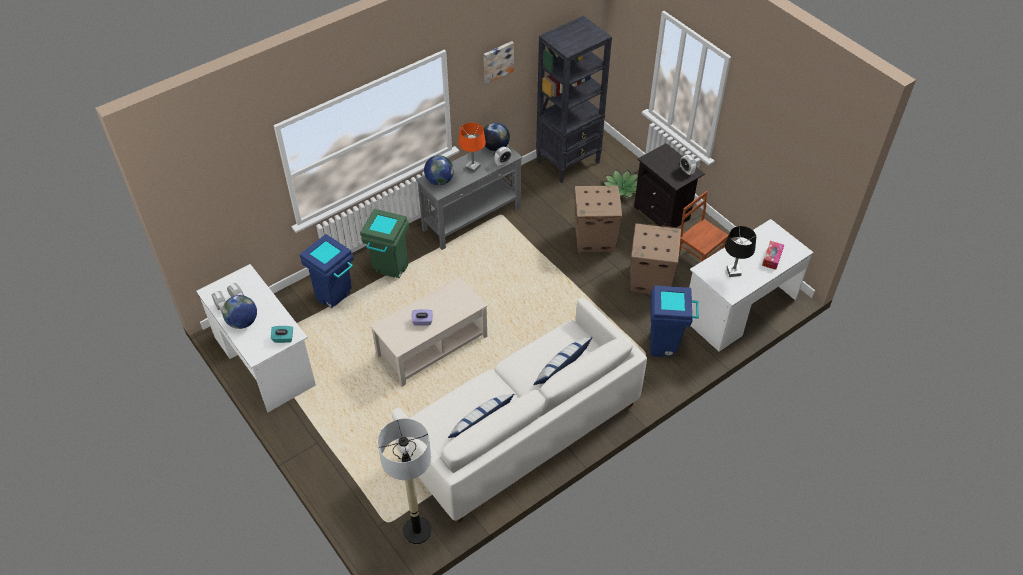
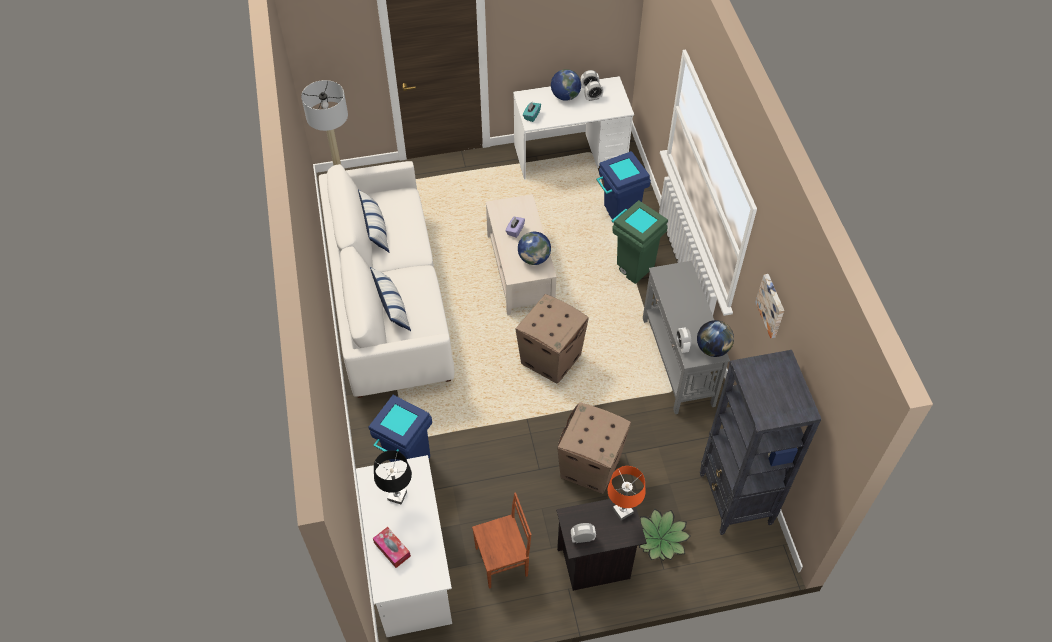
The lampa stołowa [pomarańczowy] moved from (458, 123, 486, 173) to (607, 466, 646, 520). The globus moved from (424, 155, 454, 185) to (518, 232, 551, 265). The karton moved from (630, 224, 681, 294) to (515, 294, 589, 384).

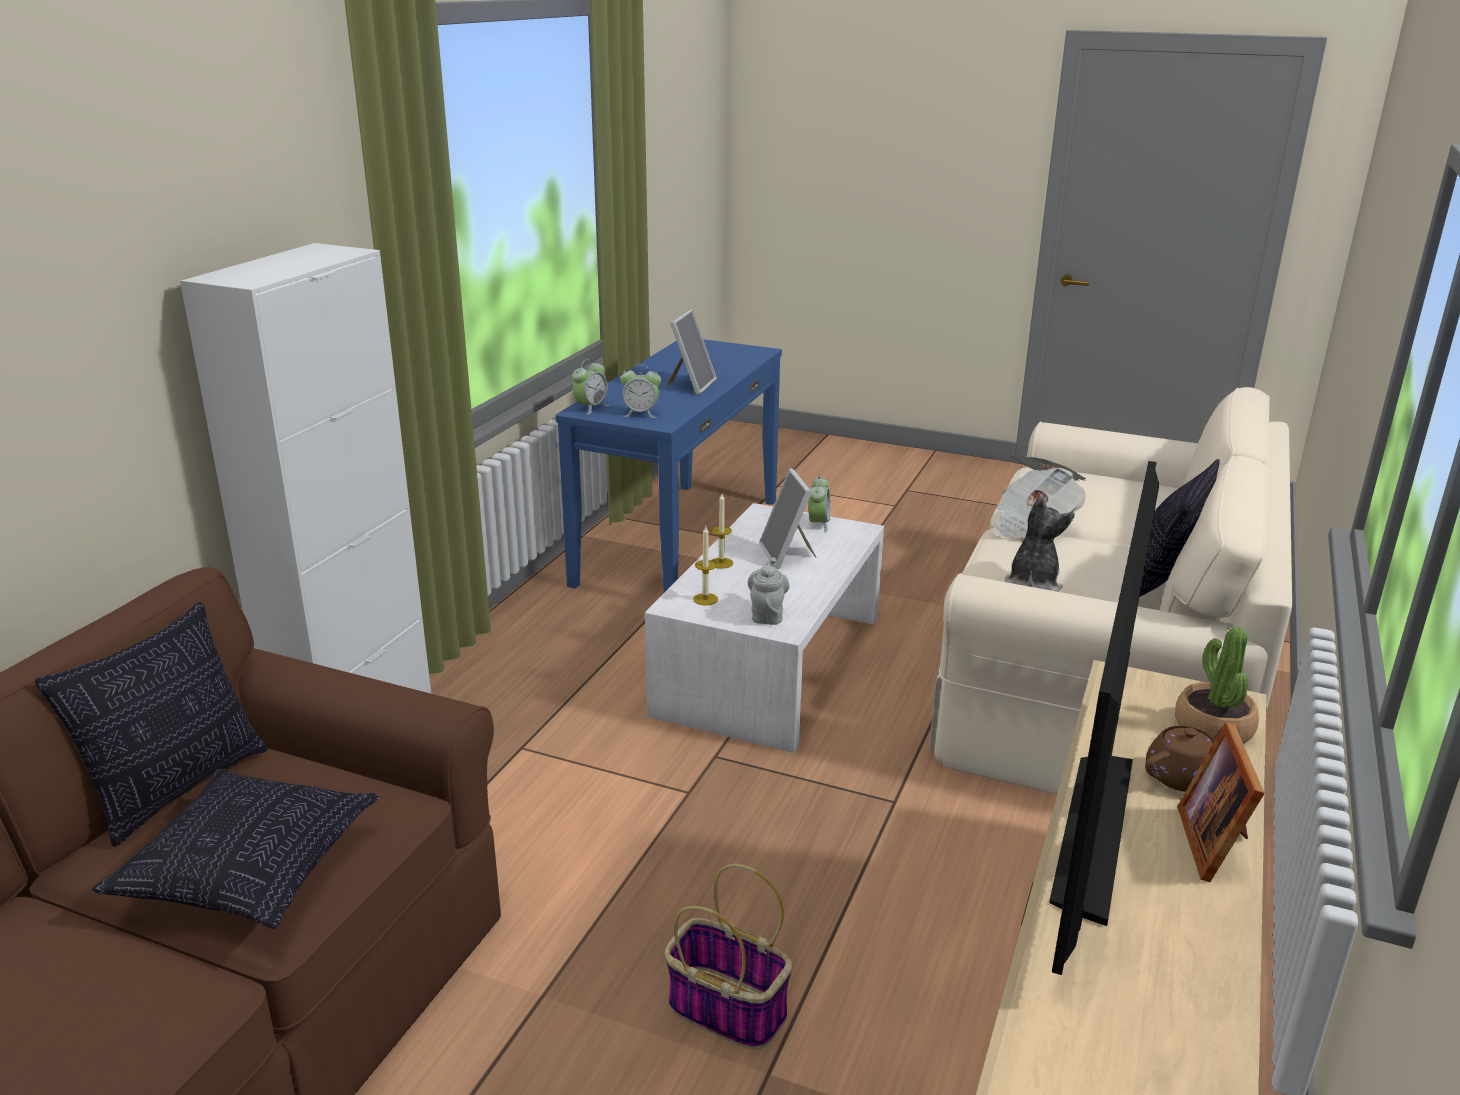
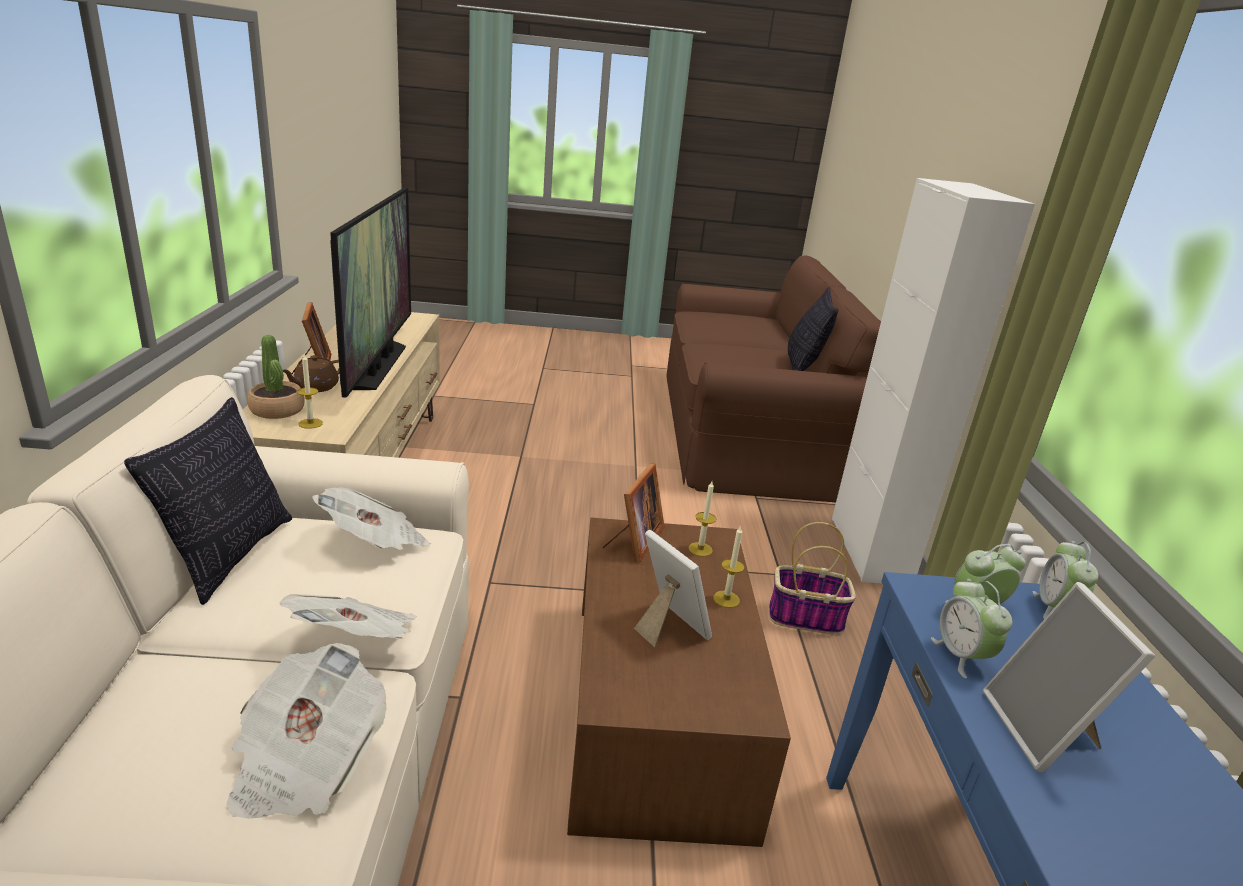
The budzik moved from (808, 476, 830, 533) to (931, 579, 1012, 678). The pluszak at (1005, 496, 1075, 592) was replaced by the gazeta at (312, 487, 431, 550). The ława [biały] at (645, 503, 884, 753) became the ława [brązowy] at (567, 518, 791, 847). The imbryk [szary] at (748, 557, 790, 625) was replaced by the ramka na zdjęcie at (603, 464, 665, 562). The poduszka at (92, 769, 379, 929) disappeared. The koszyk moved from (665, 864, 792, 1050) to (769, 522, 856, 635). The świeca at (297, 353, 323, 429) appeared.

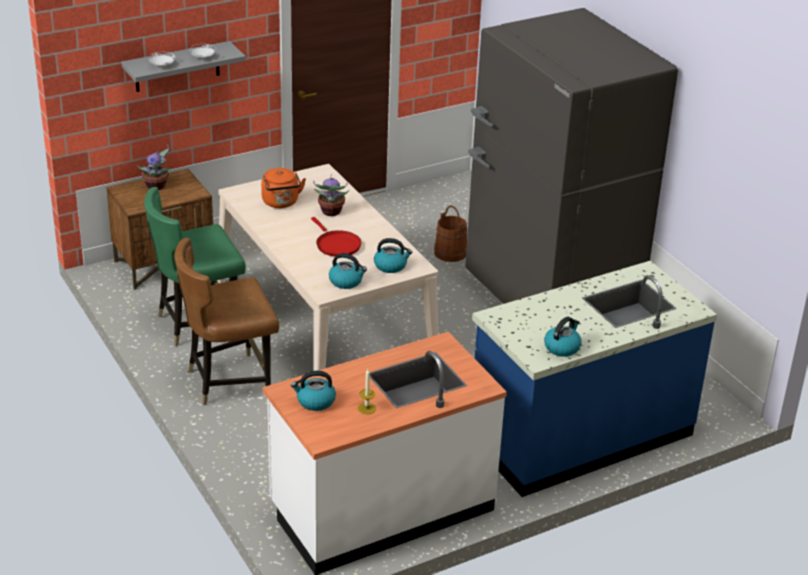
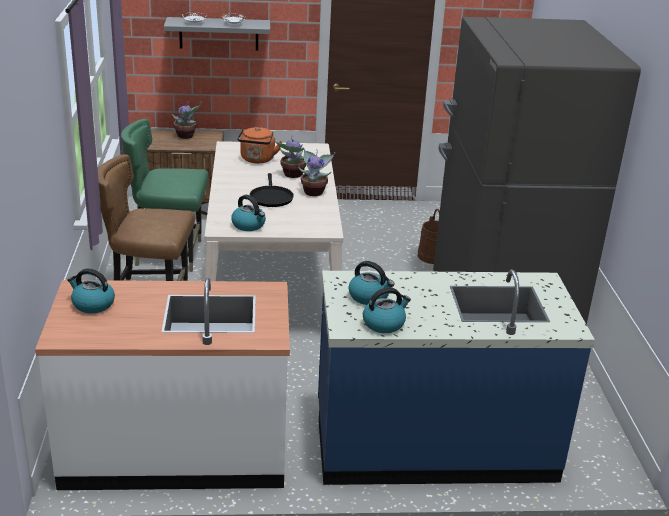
The patelnia [czerwony] at (311, 217, 361, 257) became the patelnia [czarny] at (250, 173, 294, 207). The czajnik moved from (374, 238, 412, 273) to (349, 261, 394, 305). The świeca at (358, 369, 376, 414) disappeared. The roślina doniczkowa at (298, 147, 335, 196) appeared.

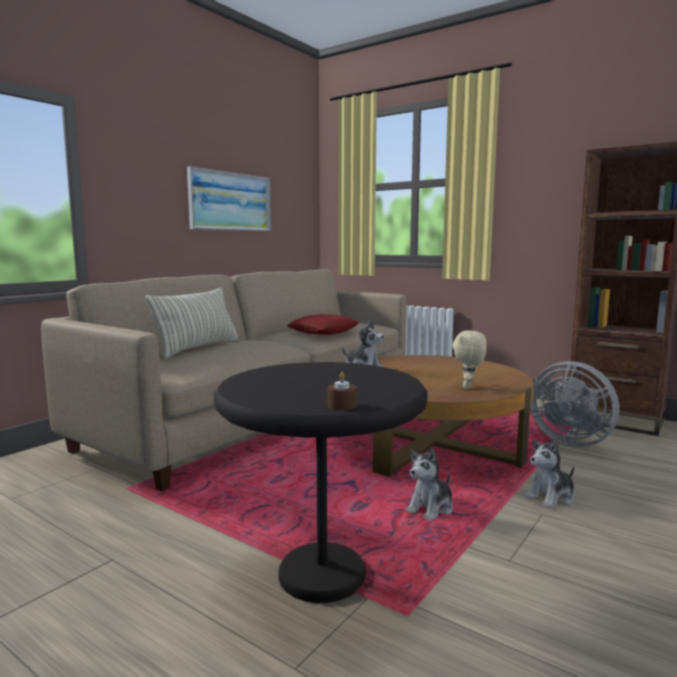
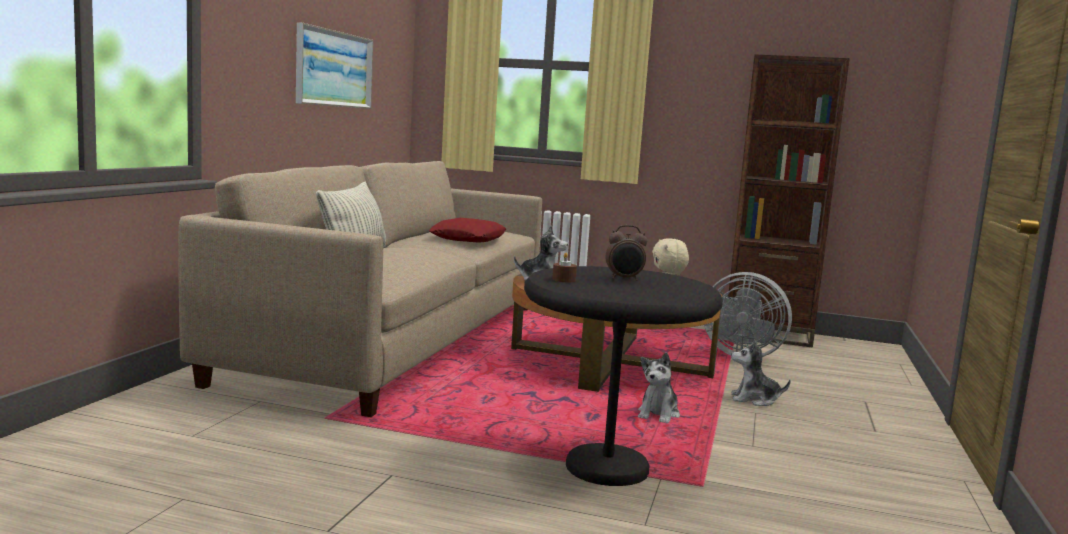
The świeca [brązowy] moved from (328, 372, 357, 410) to (552, 252, 577, 282). The pluszak at (525, 438, 574, 508) turned 60 degrees clockwise. The budzik at (606, 225, 647, 281) appeared.

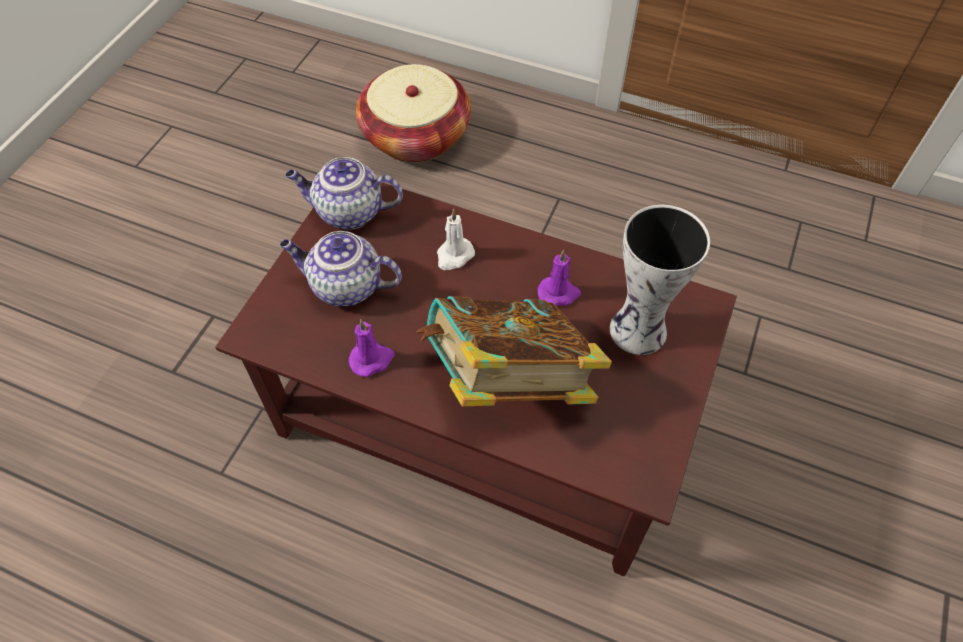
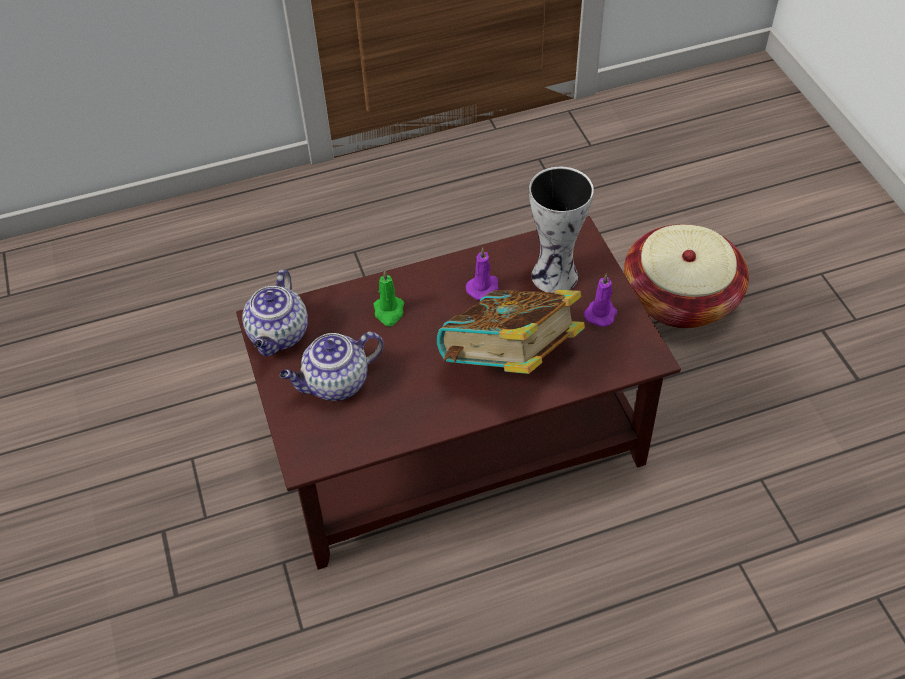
The koszyk moved from (356, 64, 471, 162) to (624, 224, 749, 329). The imbryk at (285, 157, 403, 230) turned 45 degrees counterclockwise. The świeca [biały] at (437, 209, 475, 270) became the świeca [zielony] at (373, 270, 404, 326). The świeca [fioletowy] moved from (349, 319, 395, 377) to (584, 273, 617, 327).

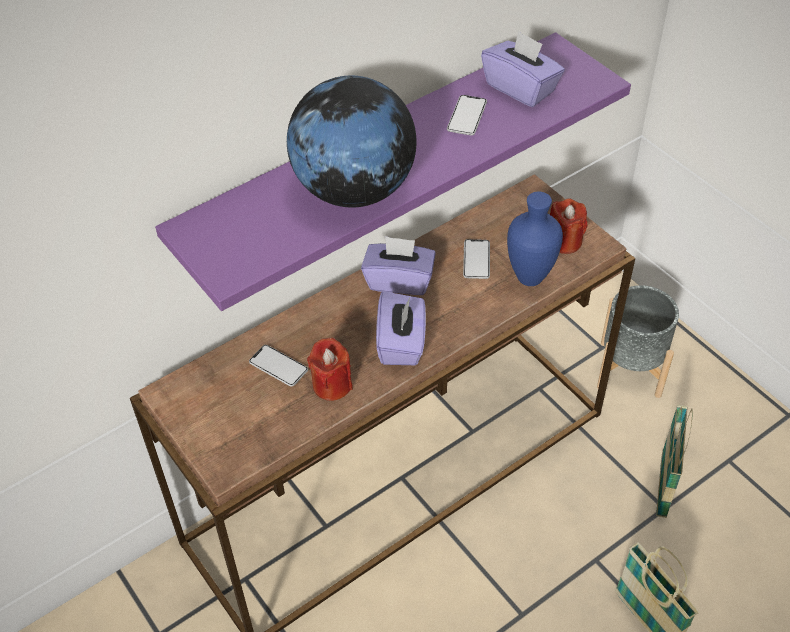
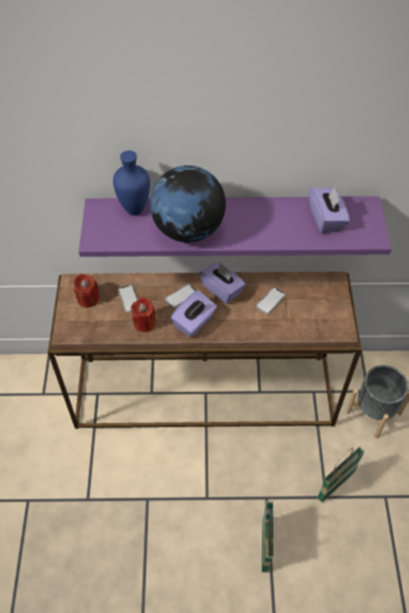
The telefon moved from (447, 95, 487, 135) to (164, 284, 197, 309). The wazon [niebieski] moved from (507, 191, 563, 286) to (113, 150, 150, 215). The świeca [czerwony] moved from (550, 198, 587, 254) to (74, 274, 100, 308).

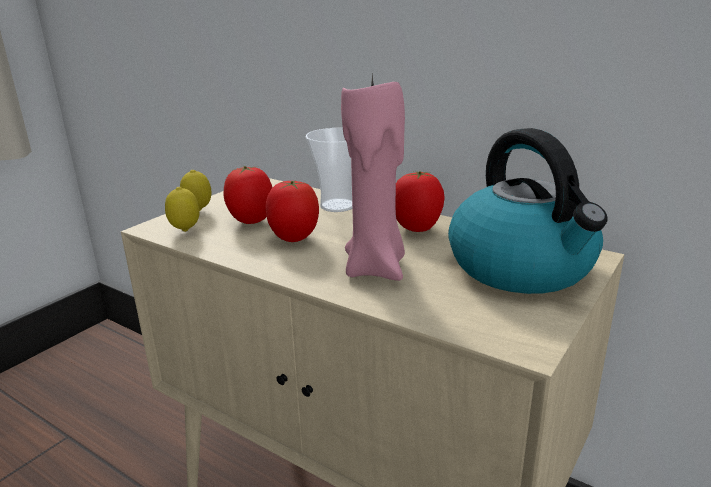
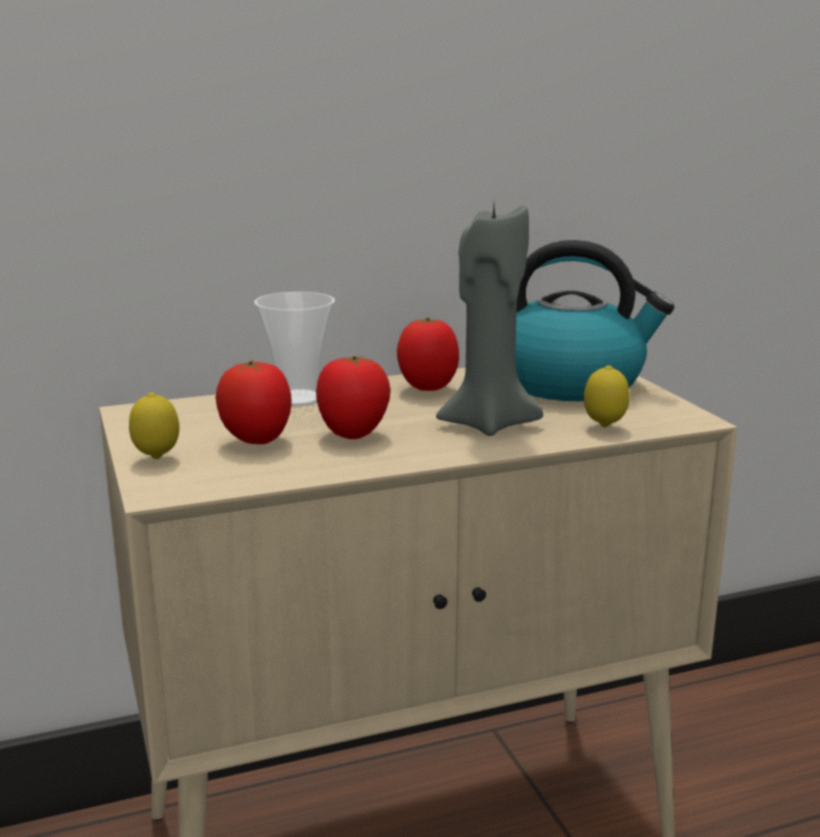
The świeca [różowy] at (341, 74, 405, 281) became the świeca [szary] at (436, 205, 543, 436). The cytryna moved from (165, 187, 200, 232) to (584, 365, 630, 427).

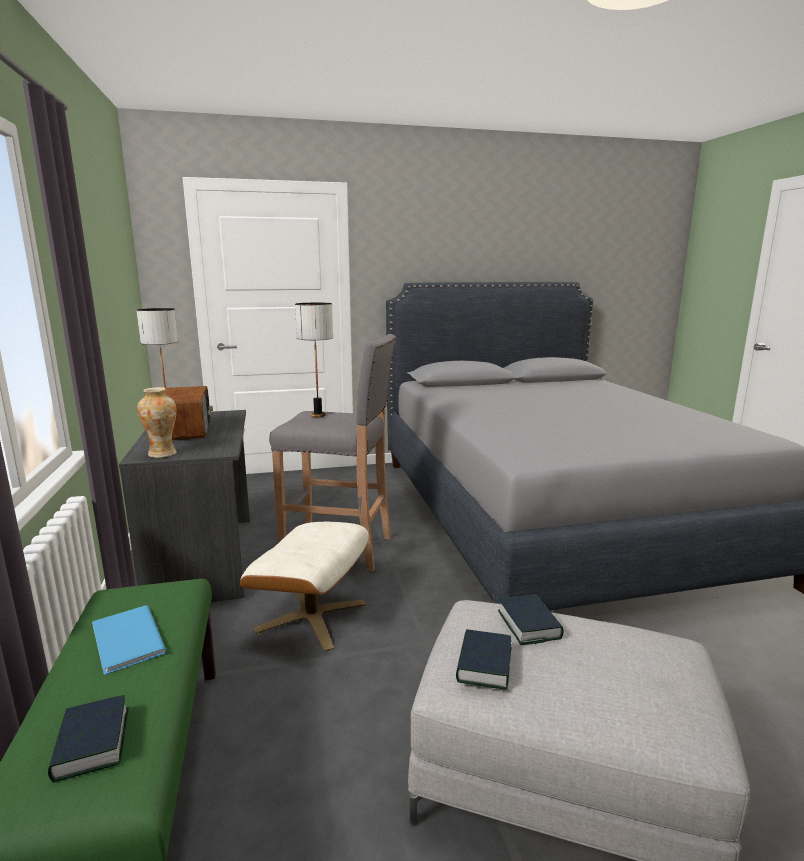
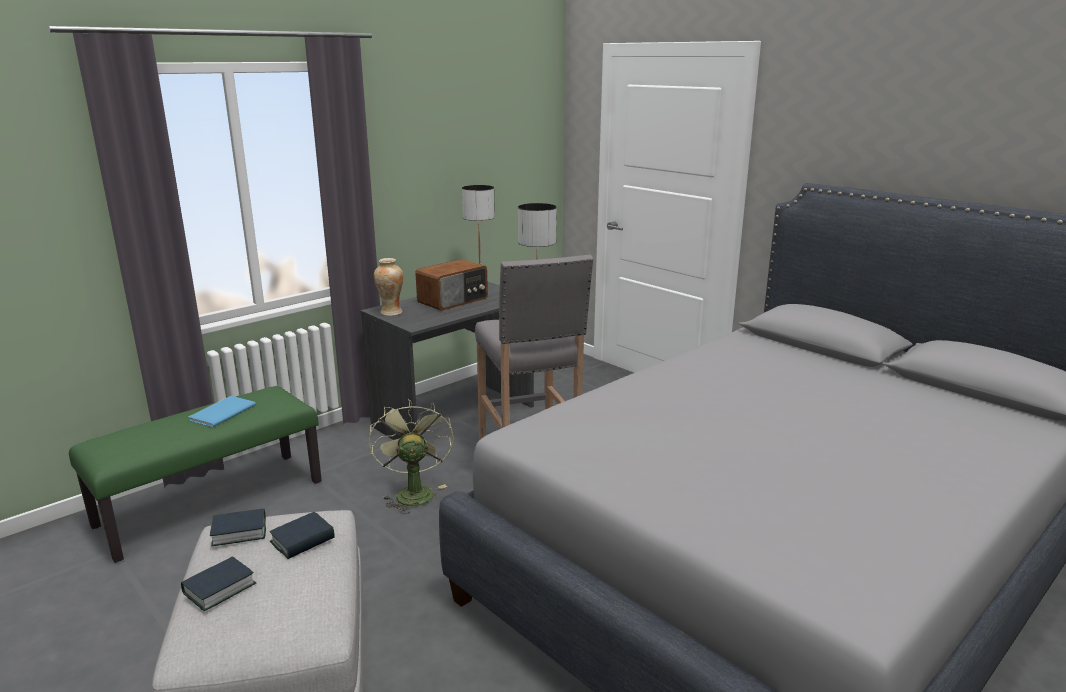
The pufa [beżowy] at (240, 522, 368, 652) was replaced by the wentylator [zielony] at (369, 399, 454, 514). The książka moved from (48, 695, 129, 782) to (181, 556, 256, 611).

